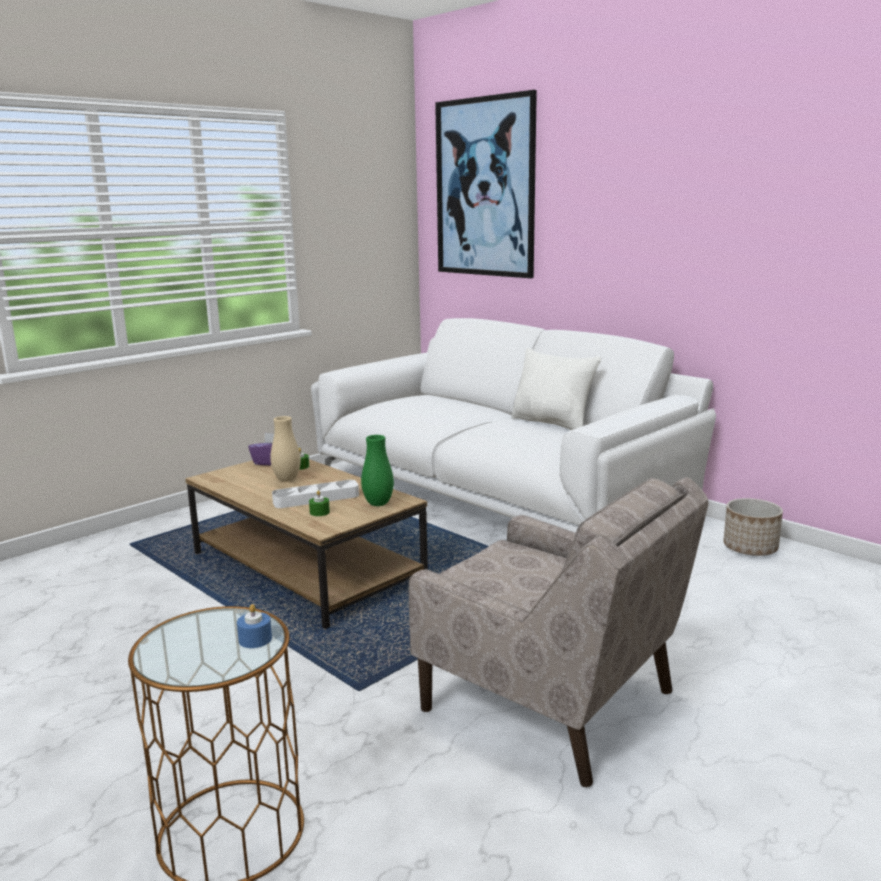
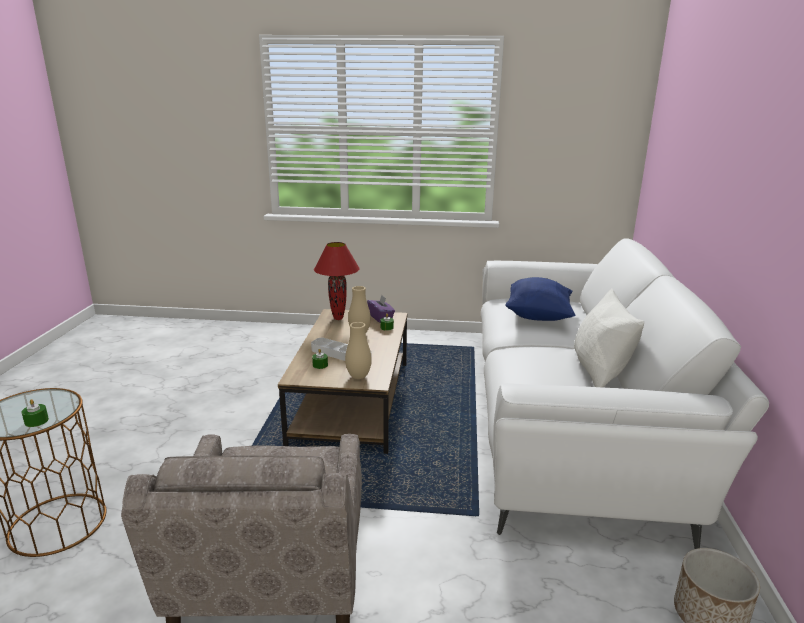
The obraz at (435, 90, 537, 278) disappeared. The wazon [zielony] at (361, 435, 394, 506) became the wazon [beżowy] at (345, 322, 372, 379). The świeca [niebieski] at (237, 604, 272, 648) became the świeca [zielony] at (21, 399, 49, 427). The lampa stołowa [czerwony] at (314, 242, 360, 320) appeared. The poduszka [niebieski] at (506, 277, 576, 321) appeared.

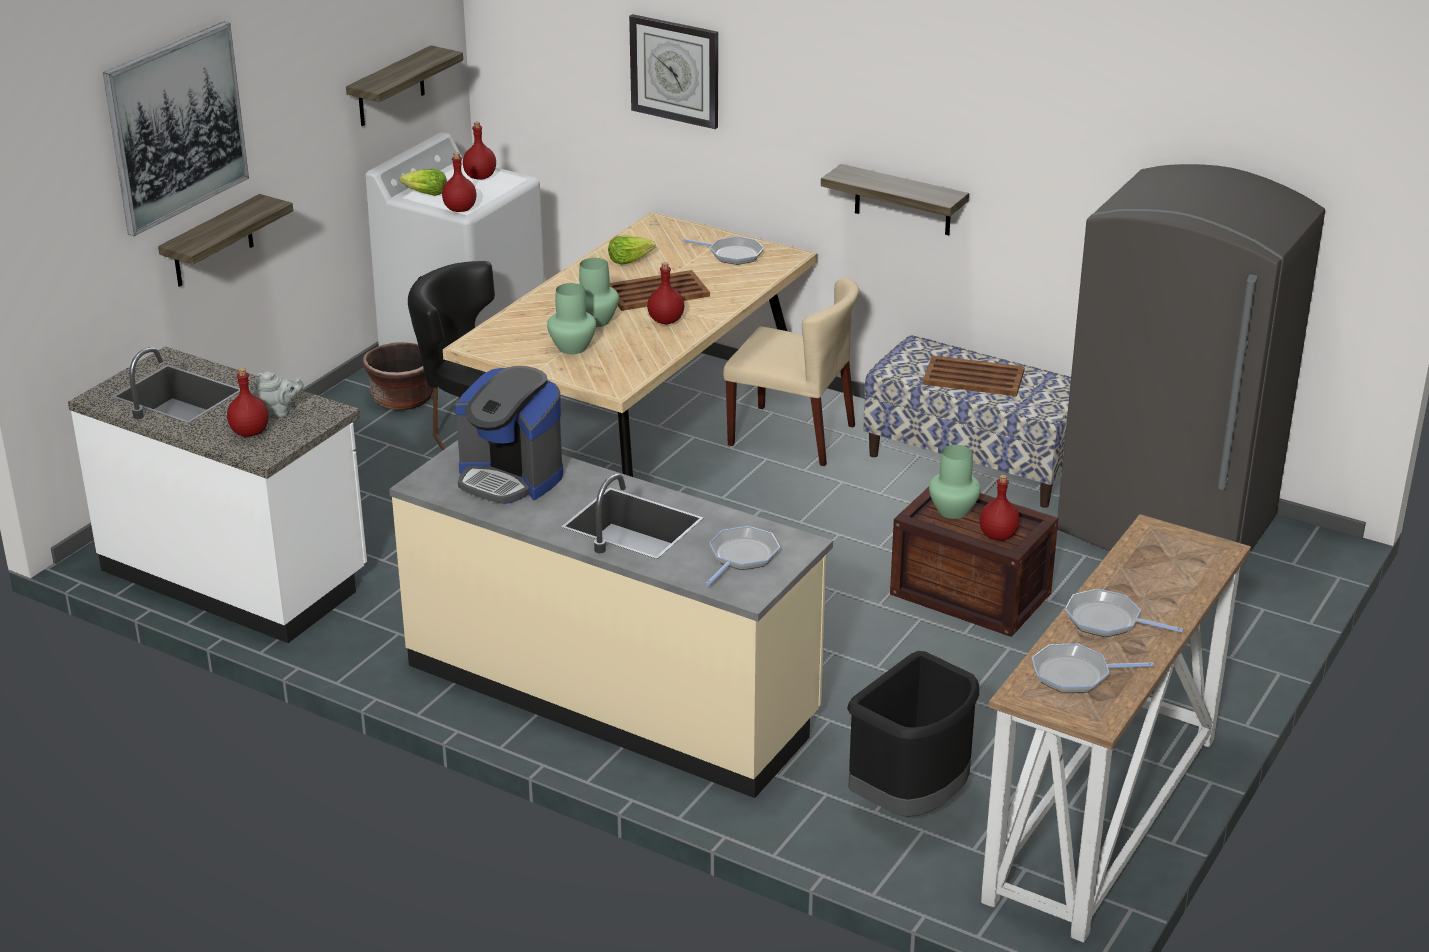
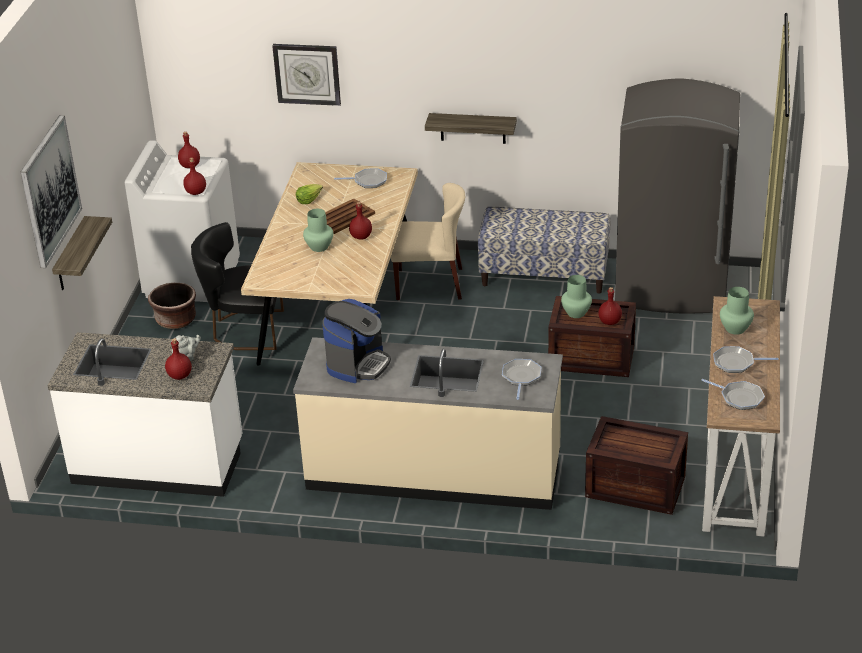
The półka at (346, 45, 463, 126) disappeared. The sałata at (400, 169, 447, 196) disappeared. The wazon [zielony] moved from (547, 283, 596, 354) to (720, 287, 754, 335). The taca [brązowy] at (923, 355, 1025, 396) disappeared. The ekspres do kawy at (455, 366, 563, 504) turned 75 degrees counterclockwise. The patelnia at (1032, 644, 1154, 693) turned 120 degrees counterclockwise. The kosz na śmieci [czarny] at (847, 651, 979, 817) was replaced by the skrzynka at (585, 416, 688, 515).

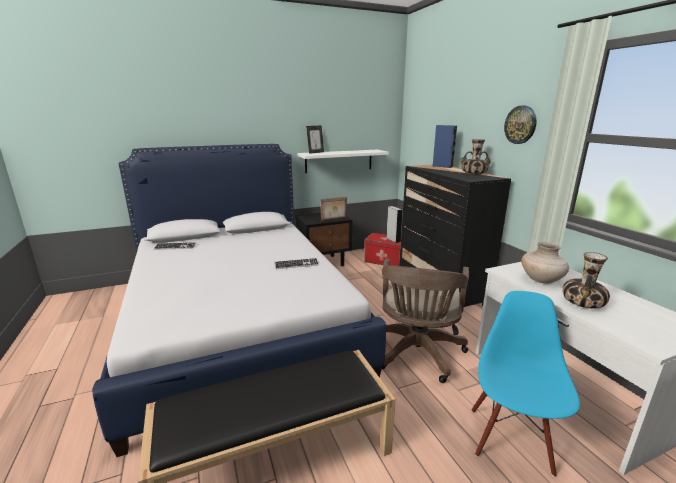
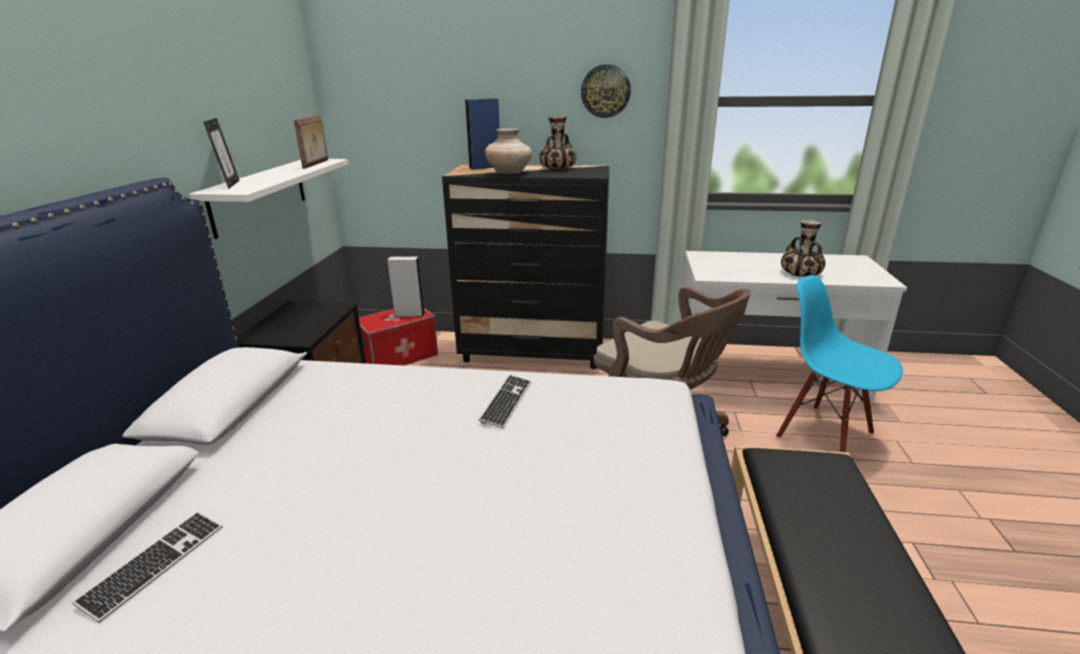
The ramka na zdjęcie moved from (321, 197, 347, 222) to (294, 115, 328, 169). The wazon [beżowy] moved from (521, 242, 569, 284) to (485, 128, 532, 174).

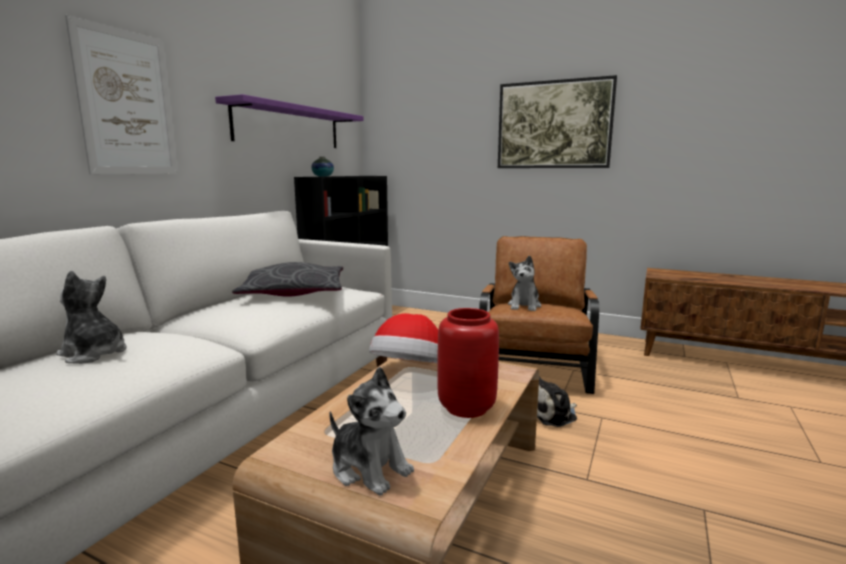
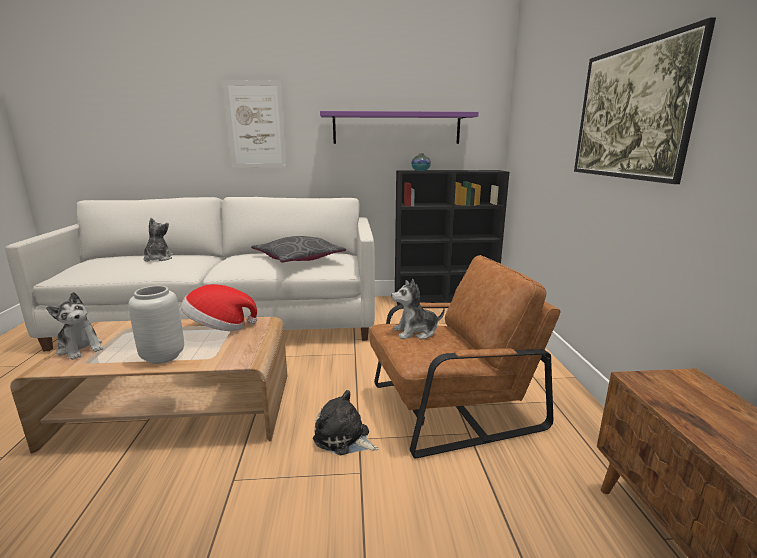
The wazon [czerwony] at (437, 308, 499, 418) became the wazon [szary] at (128, 286, 184, 364). The pluszak at (329, 367, 414, 496) turned 60 degrees counterclockwise.

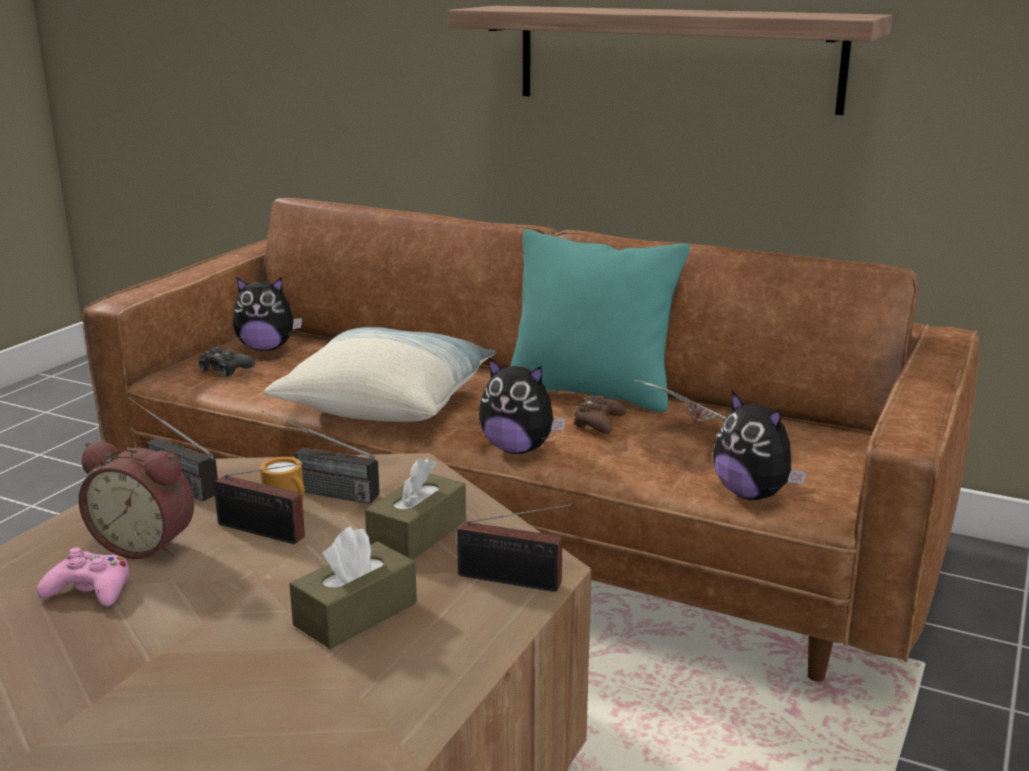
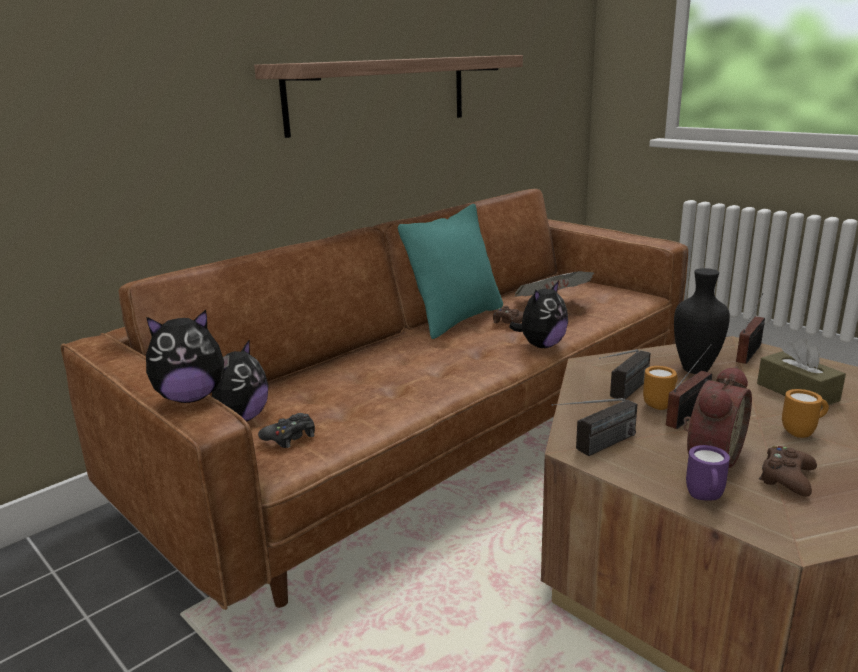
The poduszka at (264, 327, 497, 422) disappeared. The pluszak moved from (713, 391, 807, 500) to (146, 310, 230, 403). The pudełko chusteczek [brązowy] at (365, 458, 466, 560) was replaced by the wazon [czarny] at (674, 268, 730, 374). The pad do gier [różowy] at (37, 547, 130, 606) became the pad do gier [brązowy] at (759, 446, 817, 497). The kubek [pomarańczowy] at (782, 389, 829, 438) appeared. The kubek [fioletowy] at (686, 445, 730, 501) appeared.

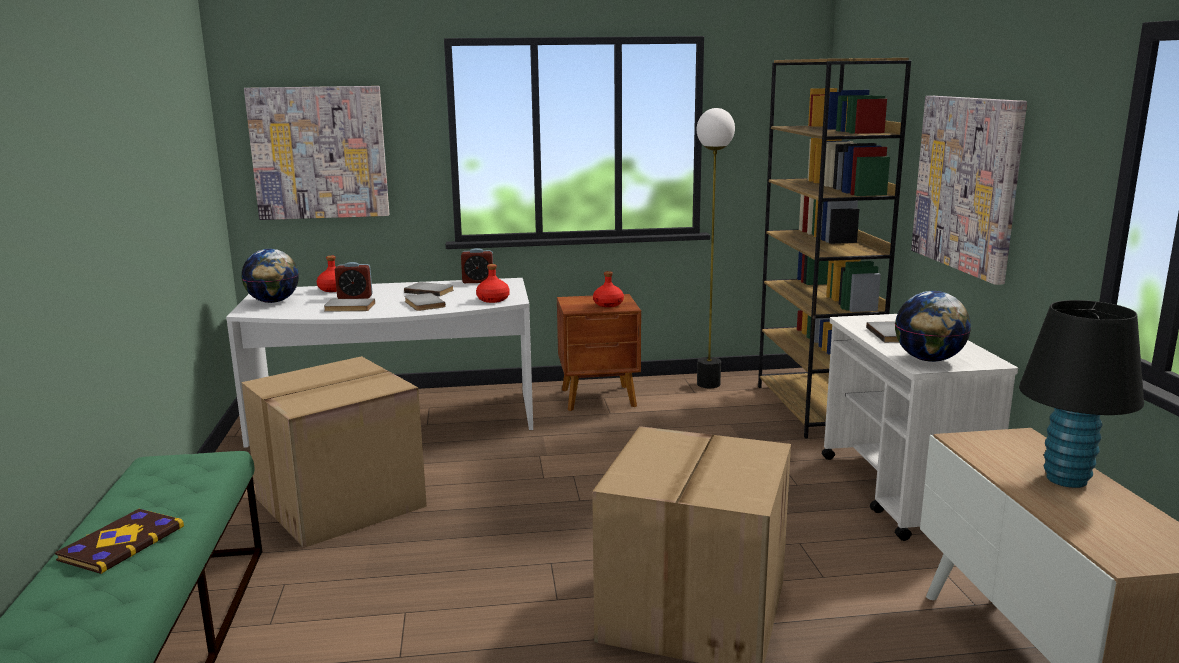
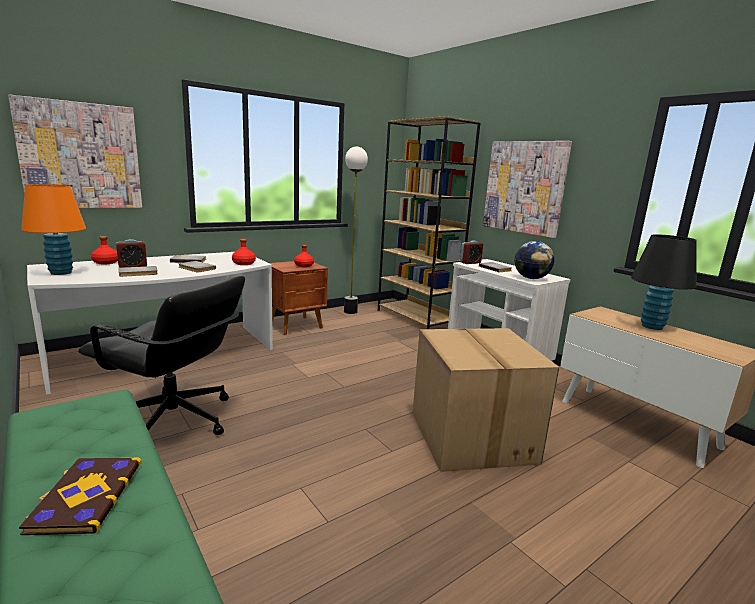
The budzik moved from (461, 248, 493, 283) to (460, 240, 483, 264). The globus at (241, 249, 299, 303) was replaced by the lampa stołowa [pomarańczowy] at (21, 184, 86, 275). The karton at (241, 356, 427, 548) was replaced by the krzesło biurowe [czarny] at (78, 275, 245, 435).

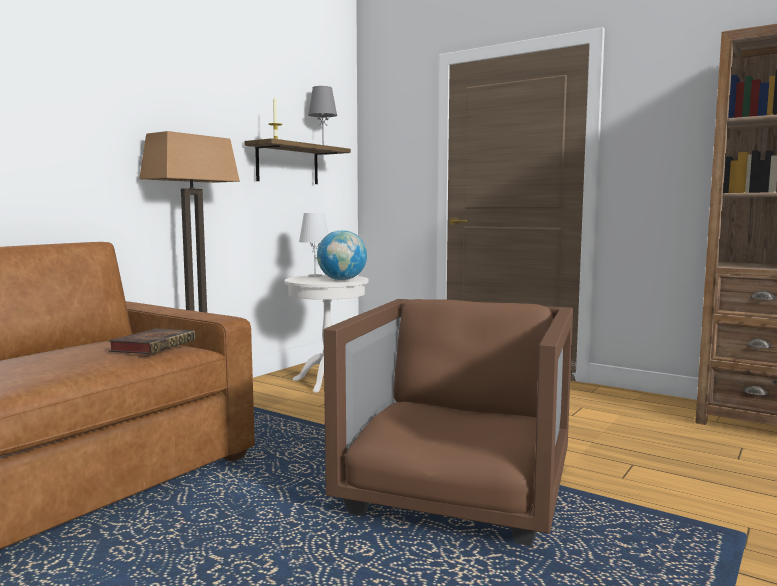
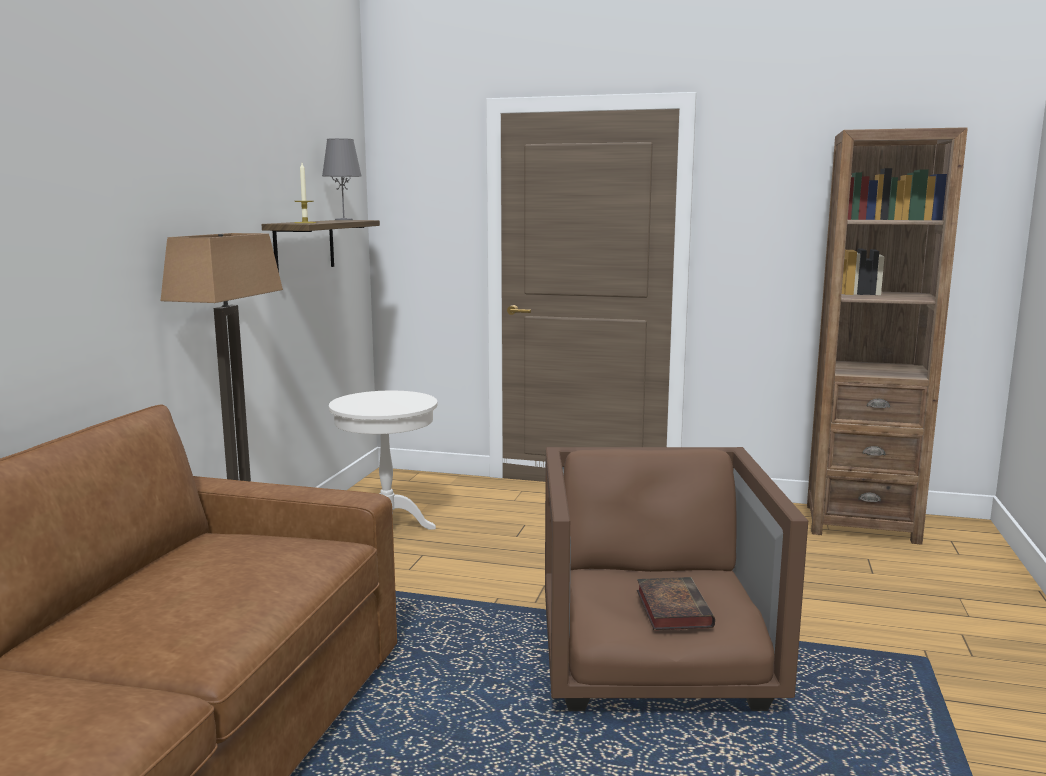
The lampa stołowa [biały] at (299, 213, 329, 277) disappeared. The globus at (317, 230, 367, 280) disappeared. The książka moved from (108, 328, 196, 354) to (637, 577, 715, 630).

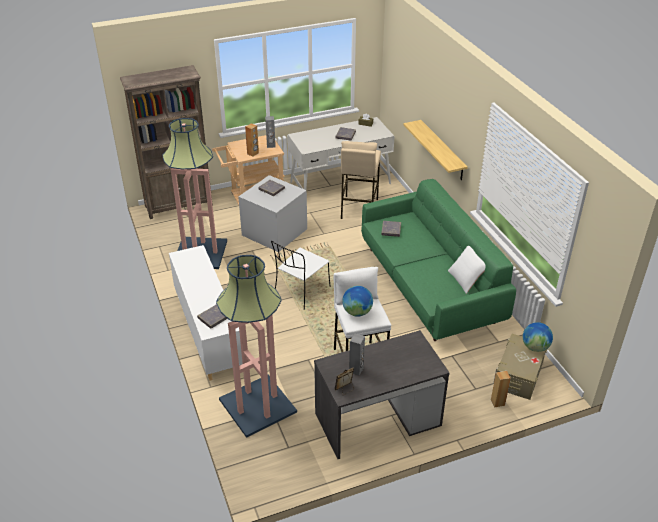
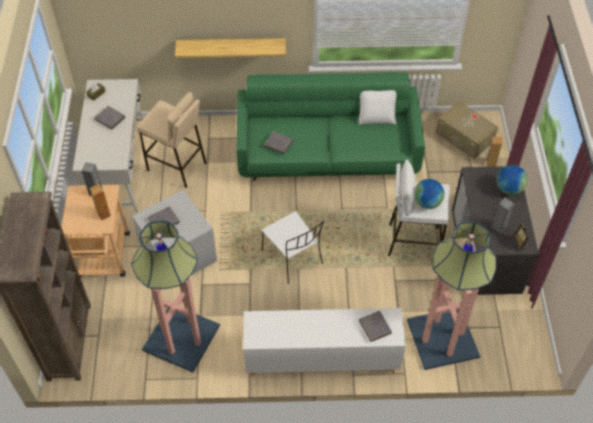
The globus moved from (523, 322, 553, 352) to (497, 165, 528, 195).

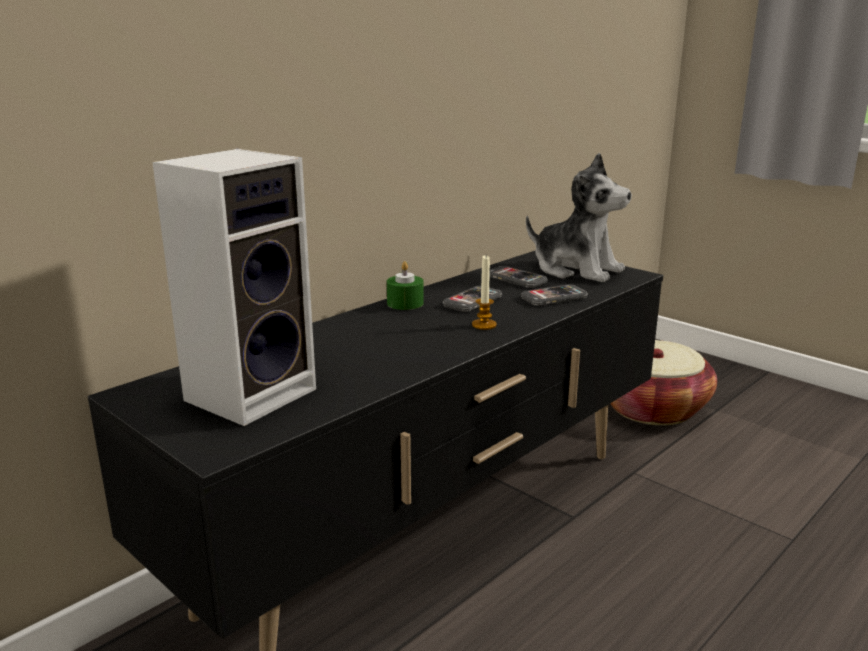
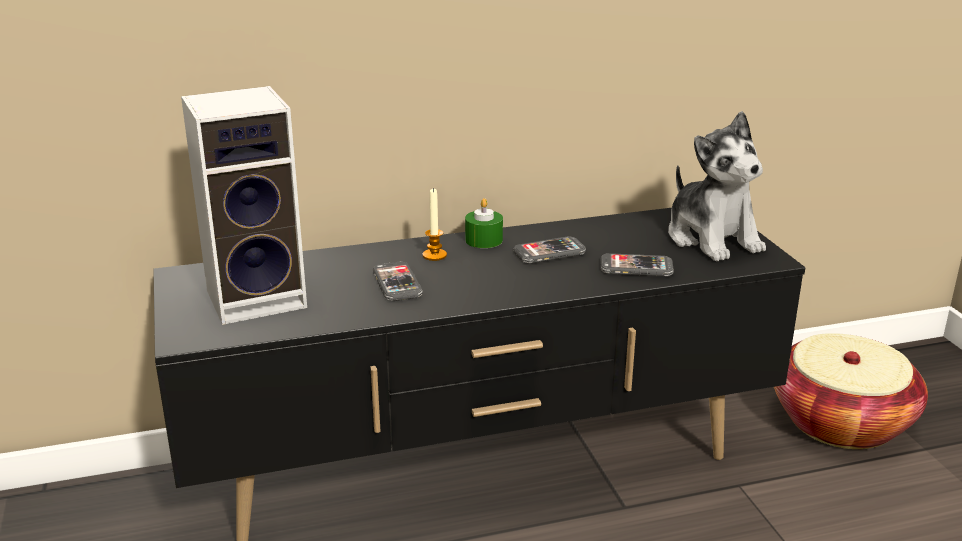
The świeca moved from (472, 255, 497, 330) to (423, 188, 447, 261). The telefon moved from (489, 266, 548, 288) to (372, 262, 423, 301).

